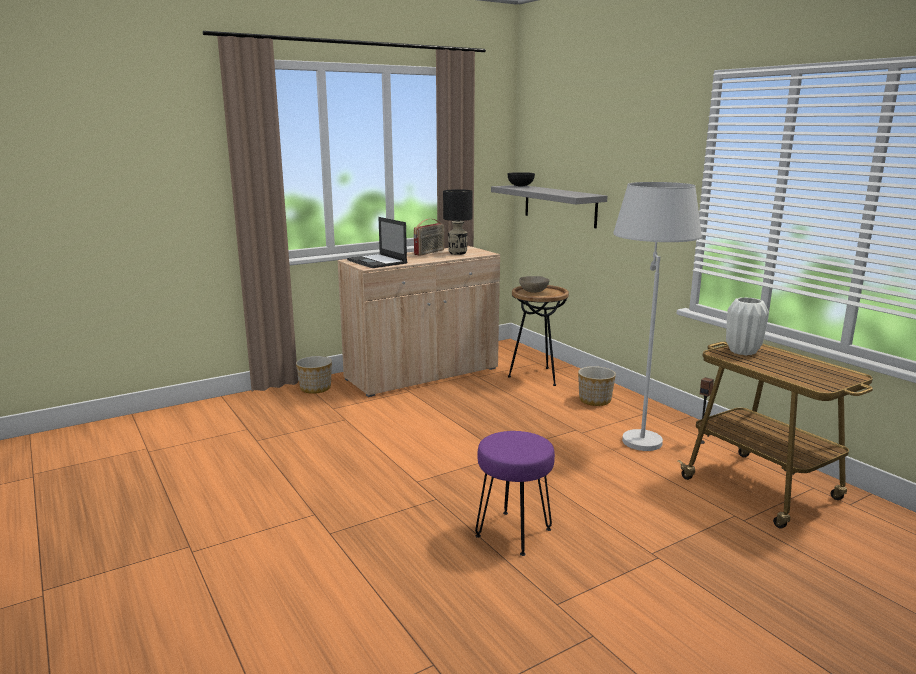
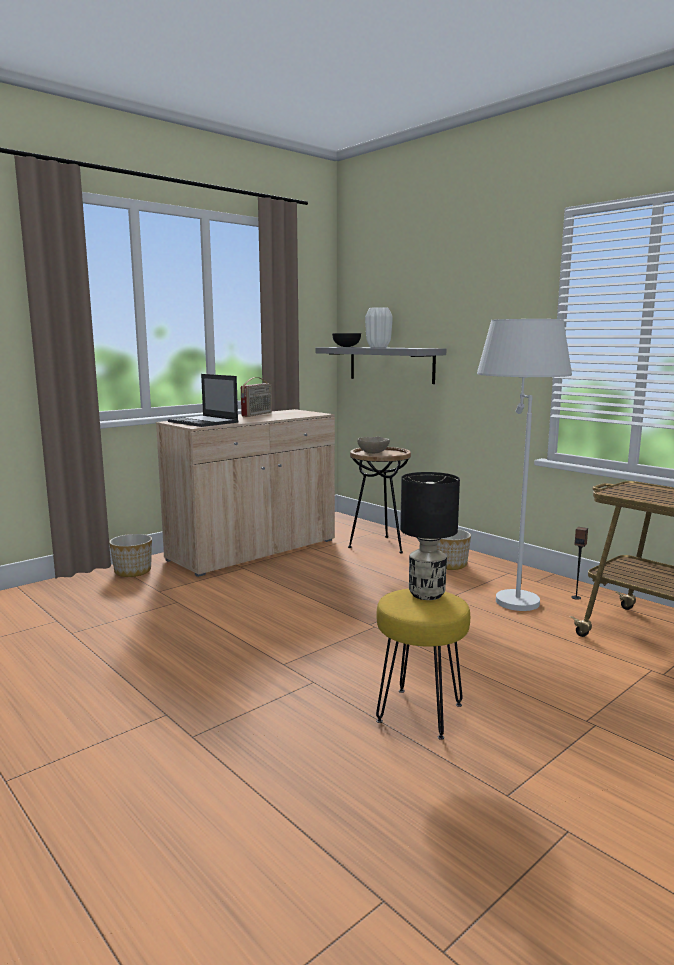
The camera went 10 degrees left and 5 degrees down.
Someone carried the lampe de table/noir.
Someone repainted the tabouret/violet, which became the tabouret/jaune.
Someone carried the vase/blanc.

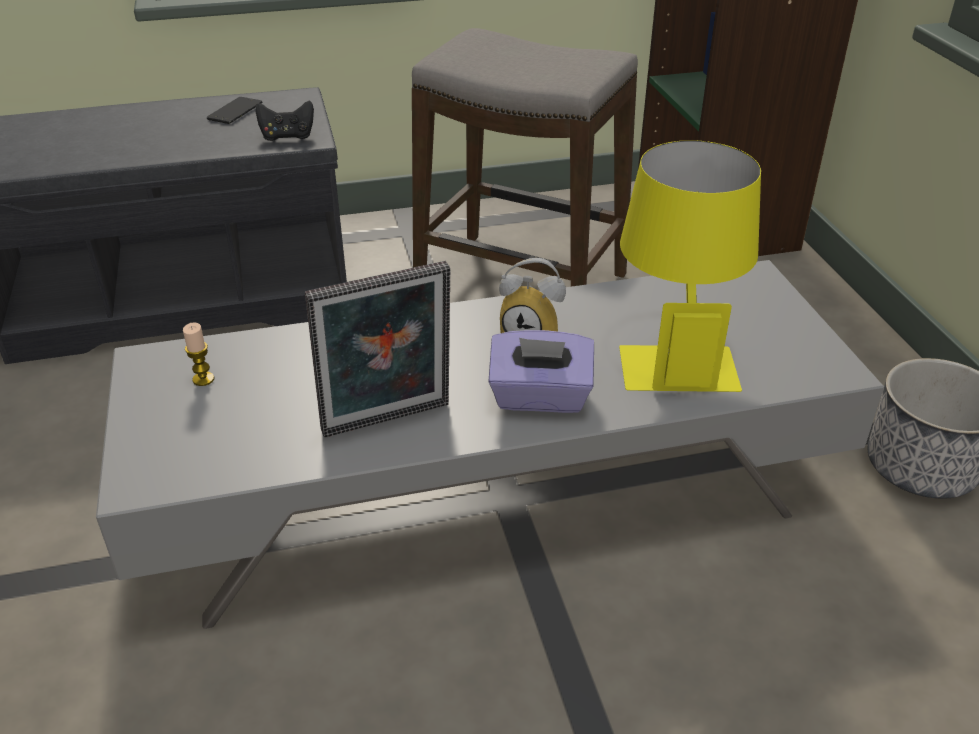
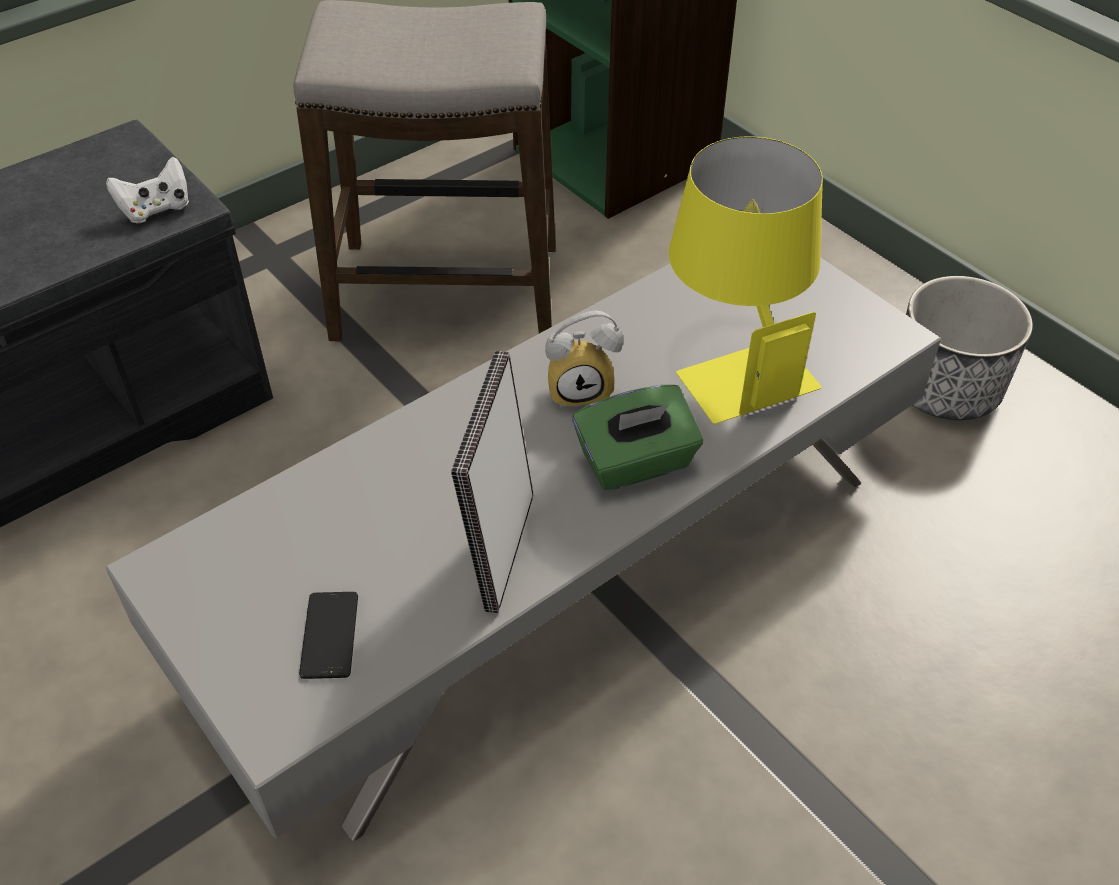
The camera went 25 degrees left and 10 degrees up.
Someone took away the bougie.
Someone carried the téléphone.
Someone repainted the manette/noir, which became the manette/blanc.
Someone rotated the cadre photo by 150 degrees clockwise.
Someone repainted the boîte à mouchoirs/violet, which became the boîte à mouchoirs/vert.

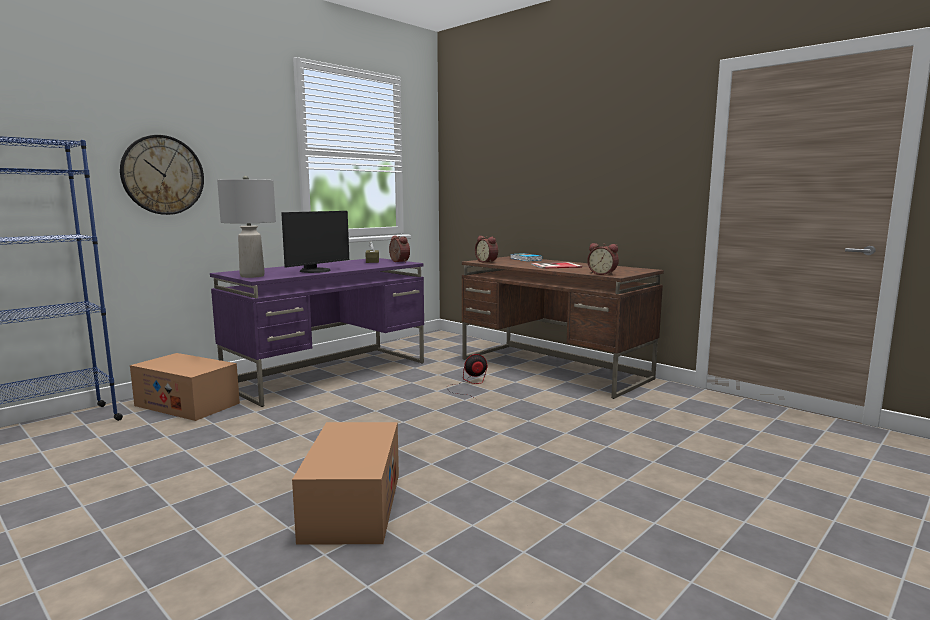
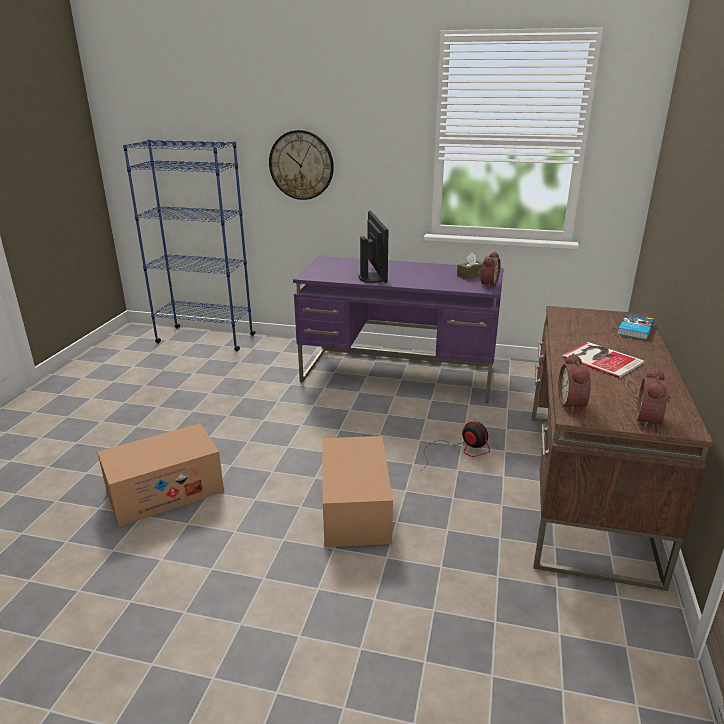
The camera went 60 degrees right and 15 degrees up.
Someone carried the carton (1st from left in the first image).
Someone took away the lampe de table/gris.
Someone rotated the écran d'ordinateur by 105 degrees counterclockwise.
Someone carried the réveil (2nd from left in the first image).

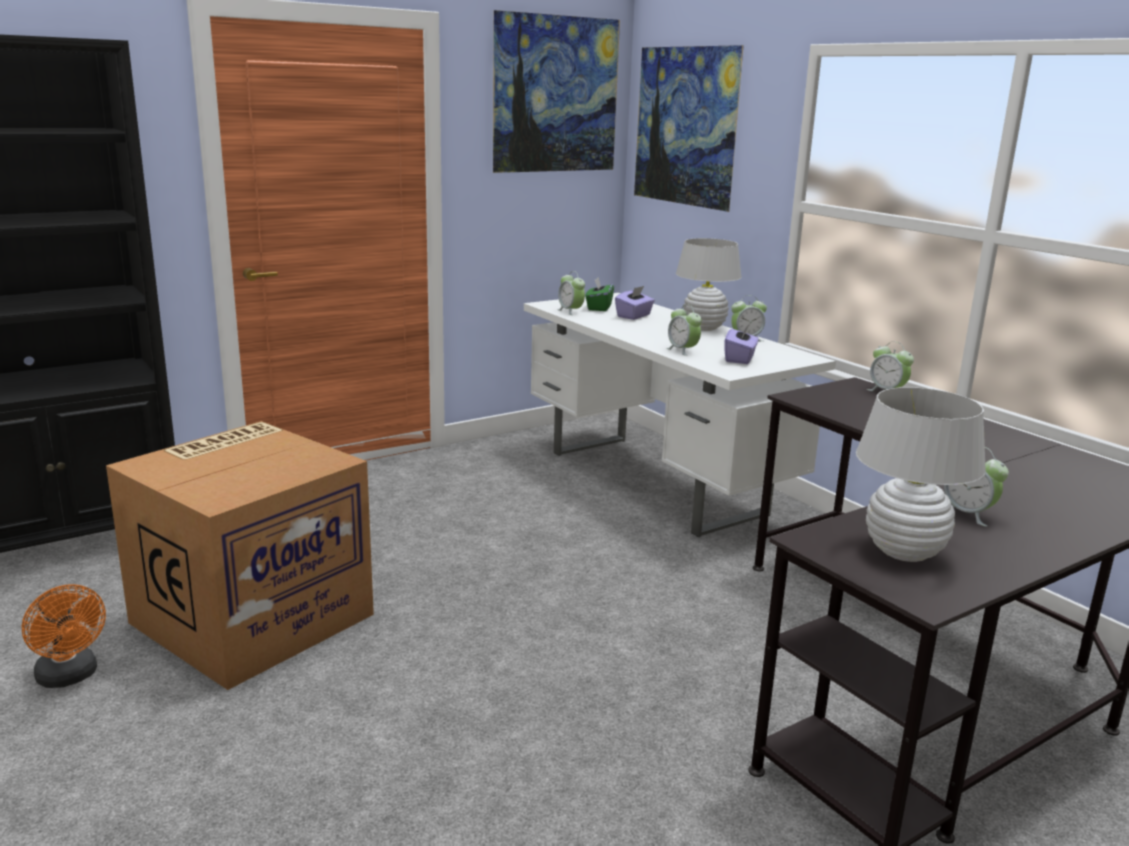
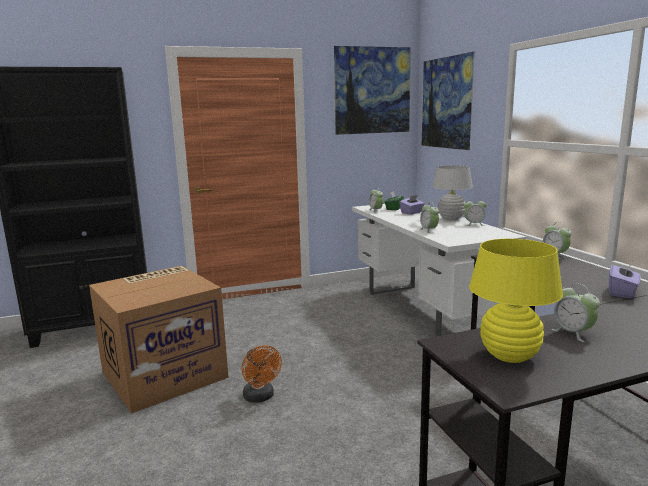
The camera went 15 degrees right and 5 degrees down.
Someone carried the ventilateur/orange.
Someone carried the boîte à mouchoirs/violet (2nd from left).
Someone repainted the lampe de table/blanc (2nd from left), which became the lampe de table/jaune.

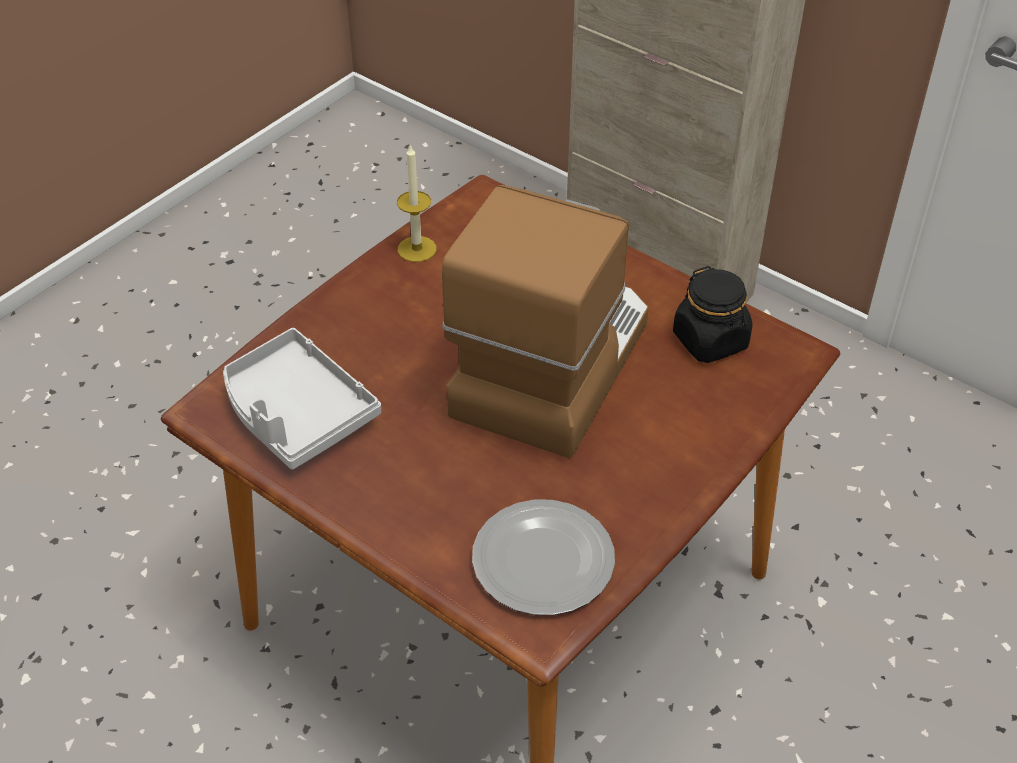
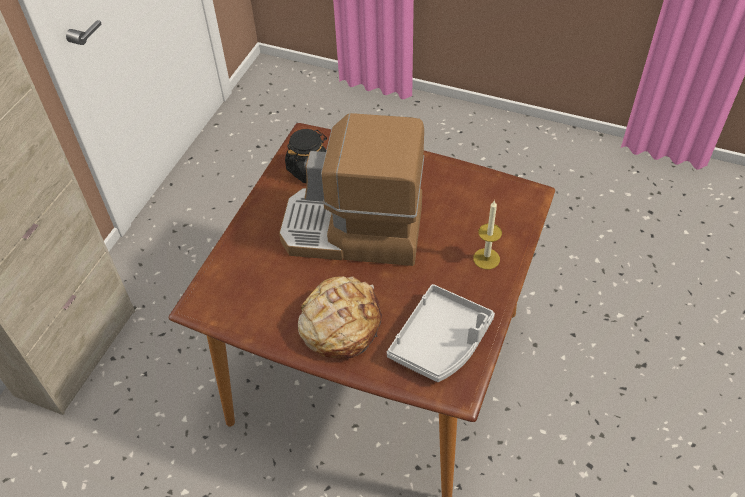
The camera went 105 degrees left and 5 degrees up.
Someone carried the bougie.
Someone took away the assiette.
Someone put down the pain.

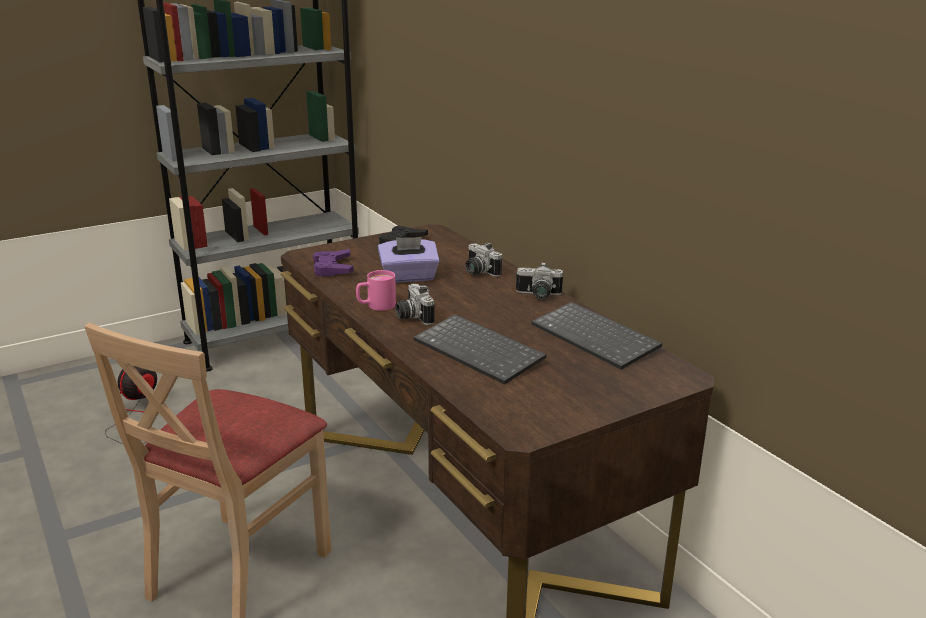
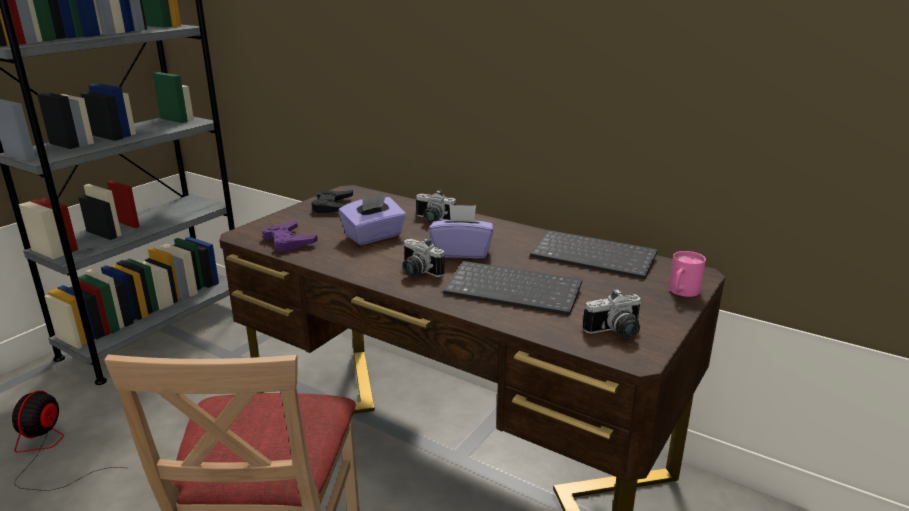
The camera went 25 degrees left and 0 degrees up.
Someone carried the mug/rose.
Someone carried the appareil photo (3rd from left).
Someone put down the boîte à mouchoirs/violet (2nd from left).

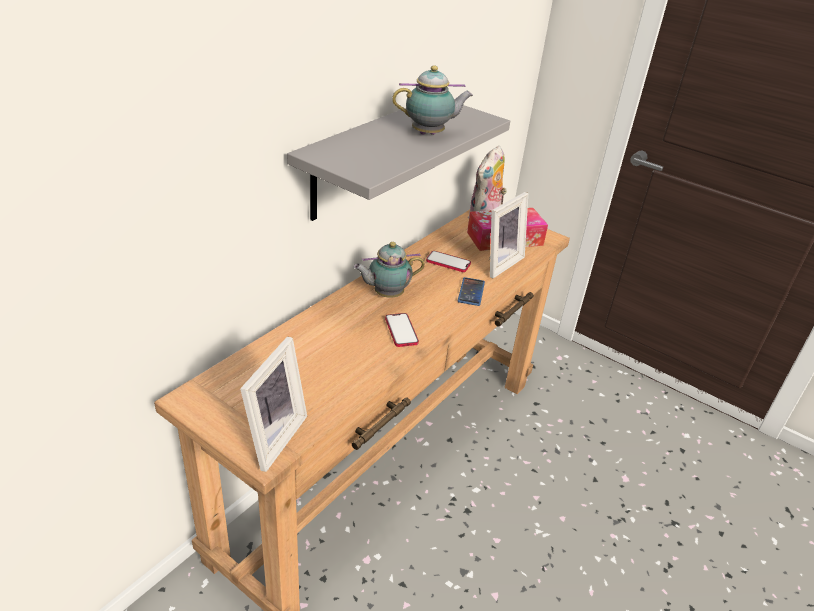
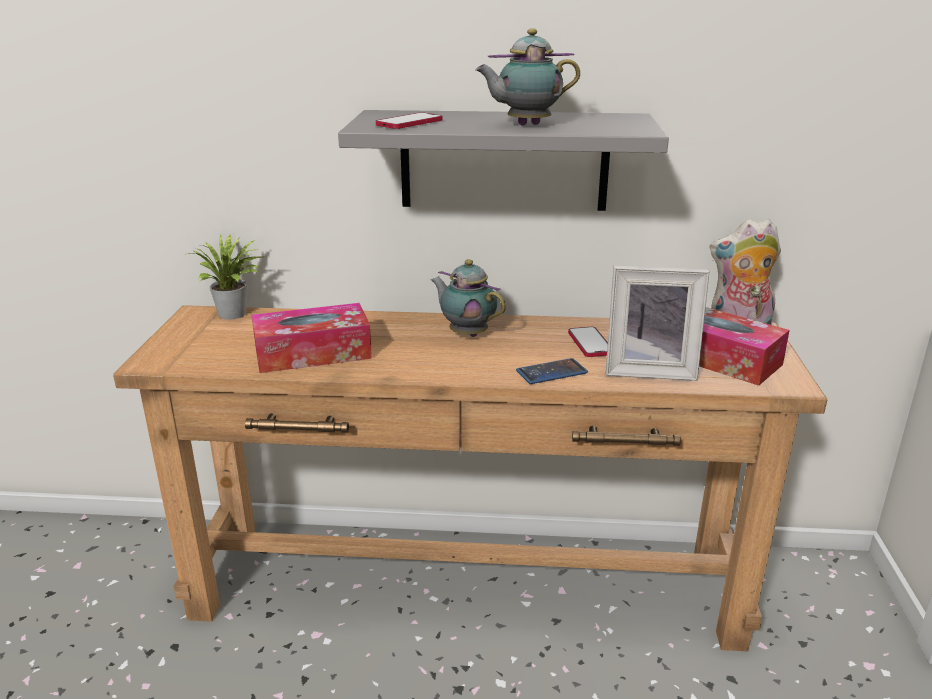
The camera went 60 degrees right and 10 degrees down.
Someone took away the cadre photo (1st from left).
Someone carried the téléphone (1st from left).
Someone rotated the théière (2nd from left) by 120 degrees clockwise.
Someone put down the plante en pot.
Someone put down the boîte à mouchoirs (1st from left).

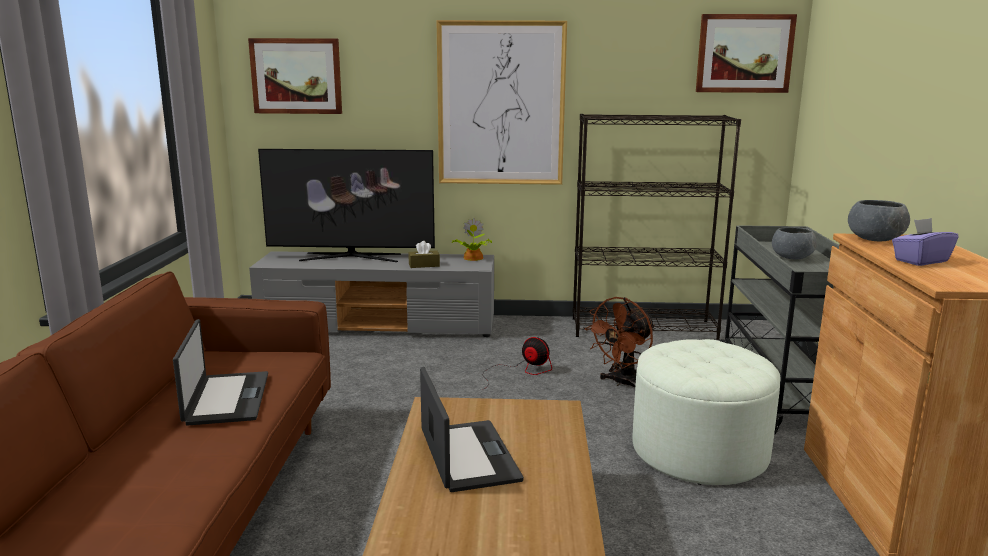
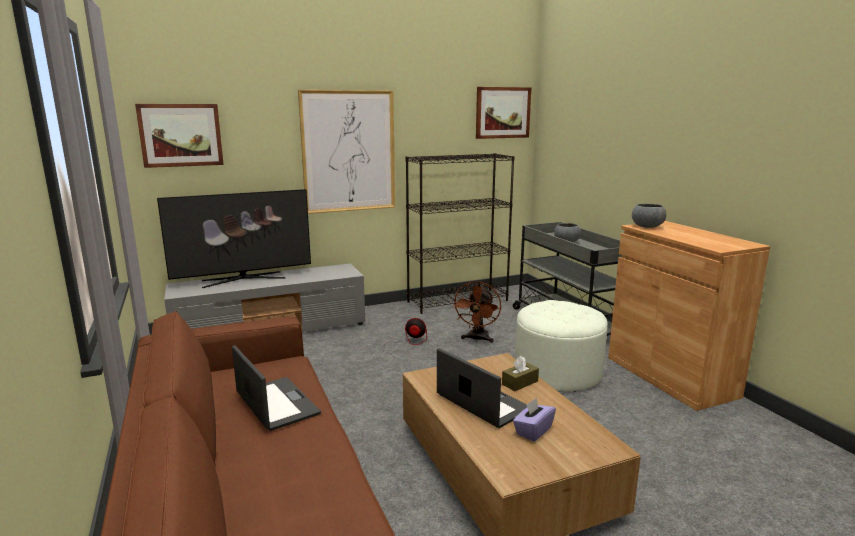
The camera went 25 degrees left and 0 degrees up.
Someone carried the boîte à mouchoirs/marron.
Someone took away the plante en pot.
Someone carried the boîte à mouchoirs/violet.

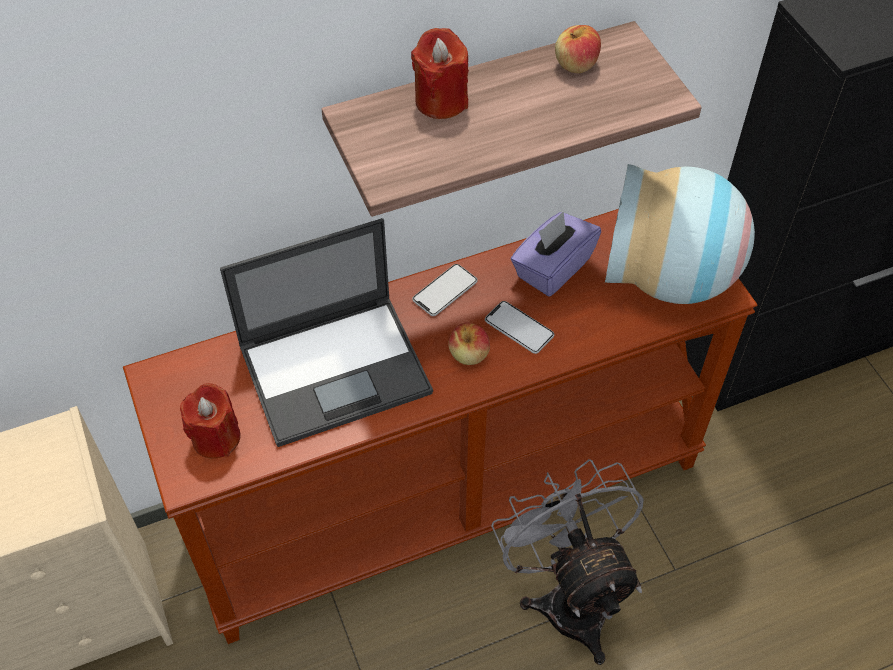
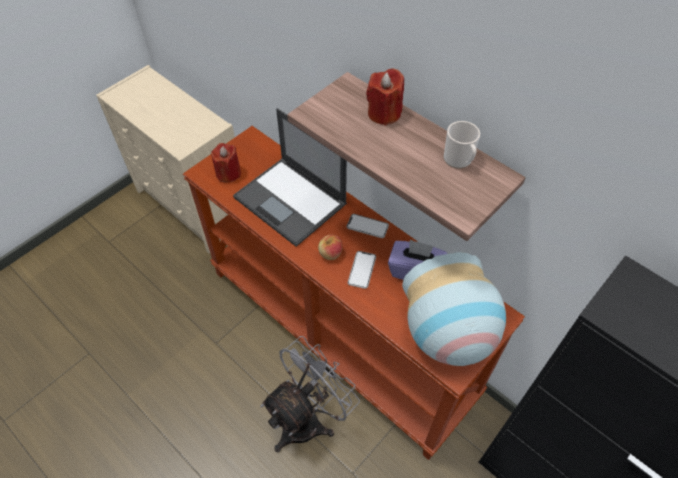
The camera went 65 degrees right and 0 degrees up.
Someone swapped the pomme (2nd from left) for the mug.

